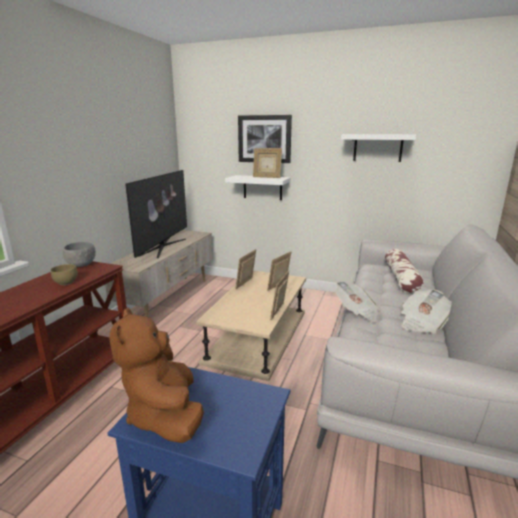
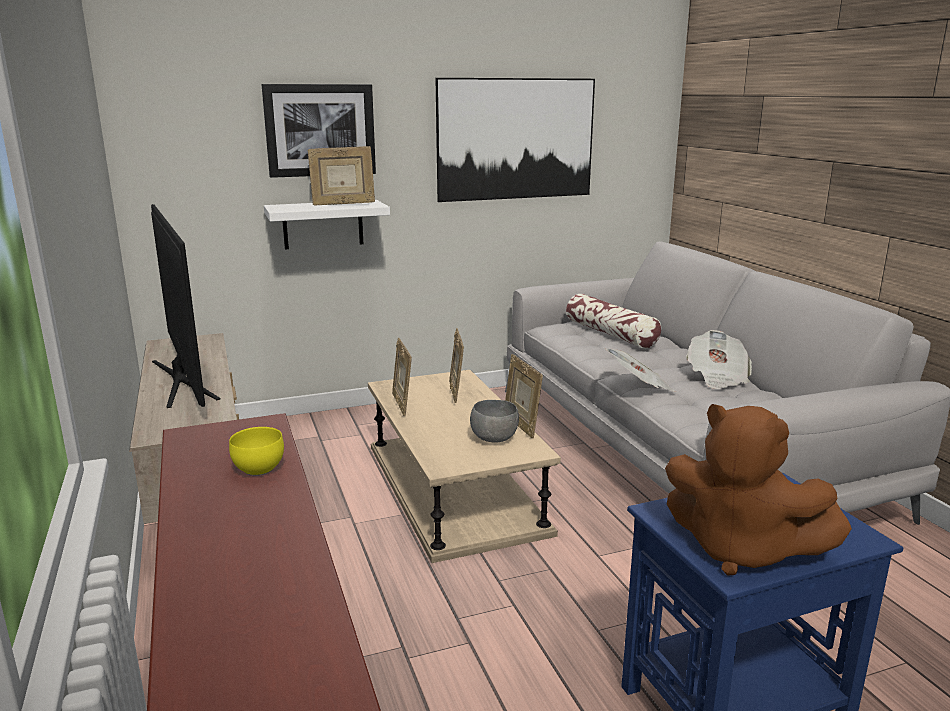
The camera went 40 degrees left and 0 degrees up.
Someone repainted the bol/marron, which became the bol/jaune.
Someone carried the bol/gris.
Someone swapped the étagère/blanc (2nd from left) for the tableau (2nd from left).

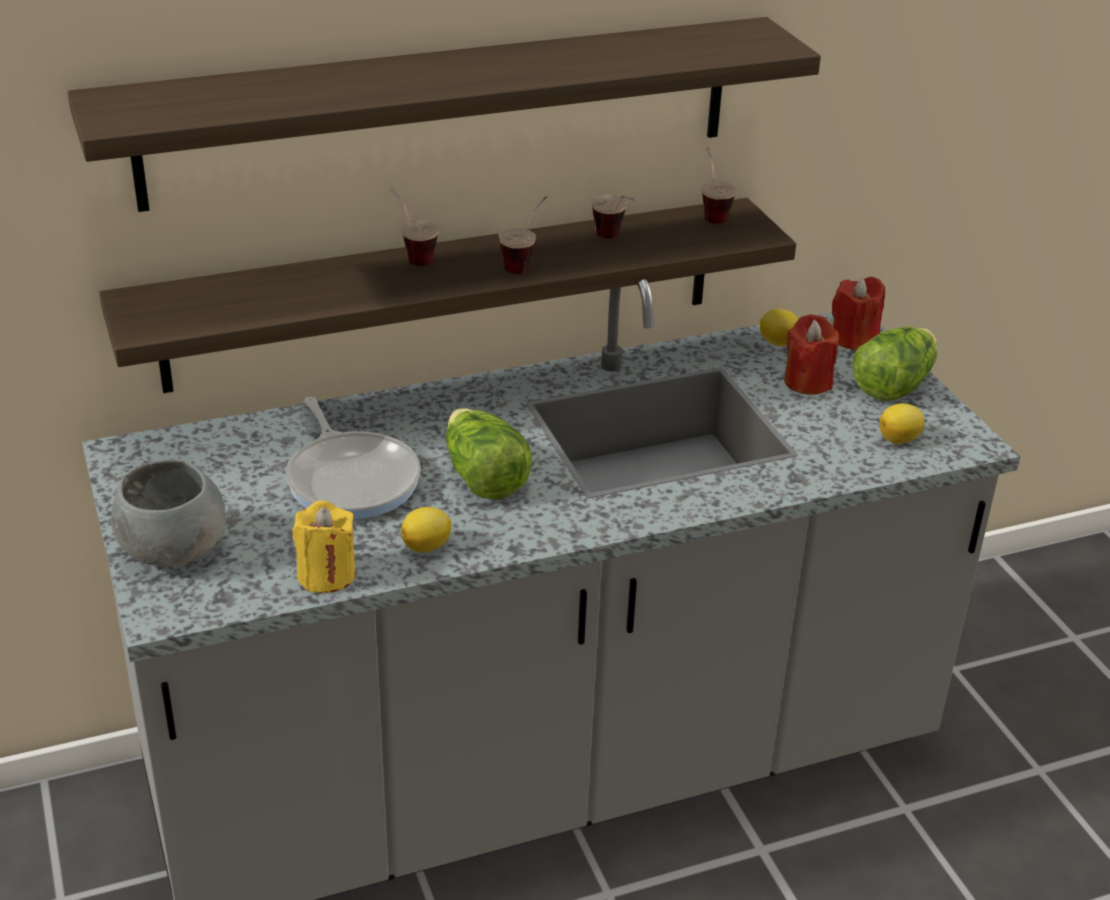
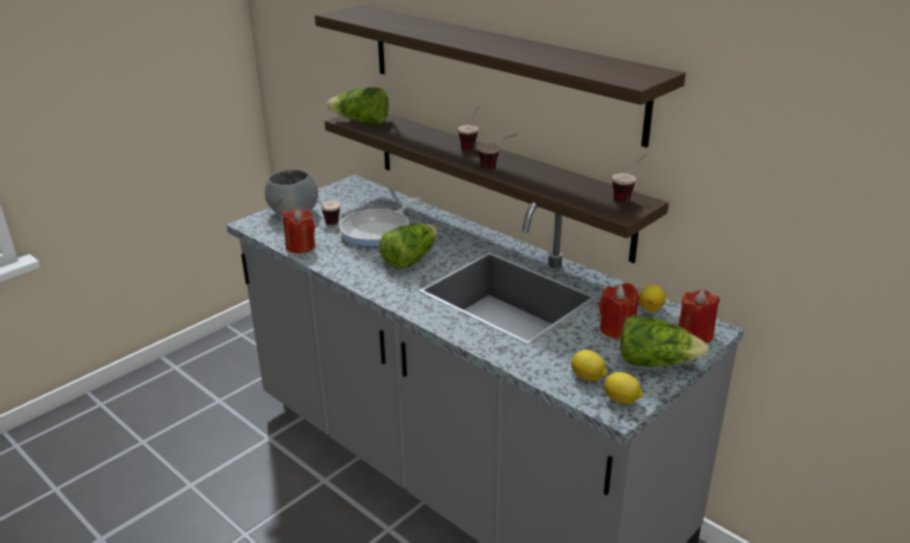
The camera went 65 degrees right and 5 degrees down.
Someone repainted the bougie/jaune, which became the bougie/rouge (1st from left).
Someone carried the citron (1st from left in the first image).
Someone carried the tasse (3rd from left in the first image).
Someone put down the laitue (1st from left).

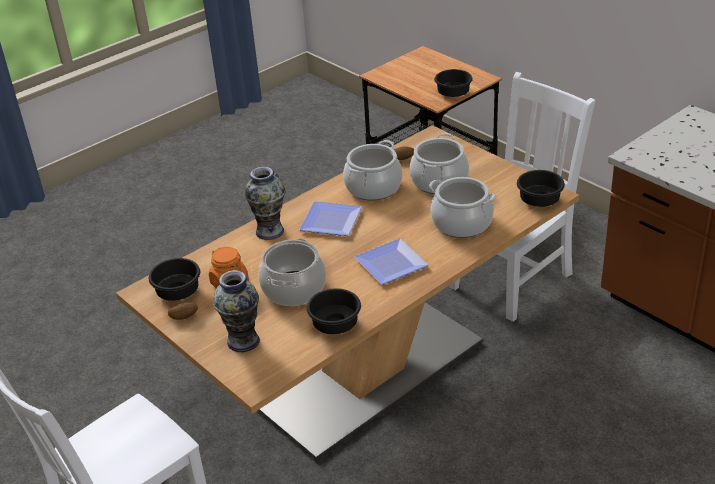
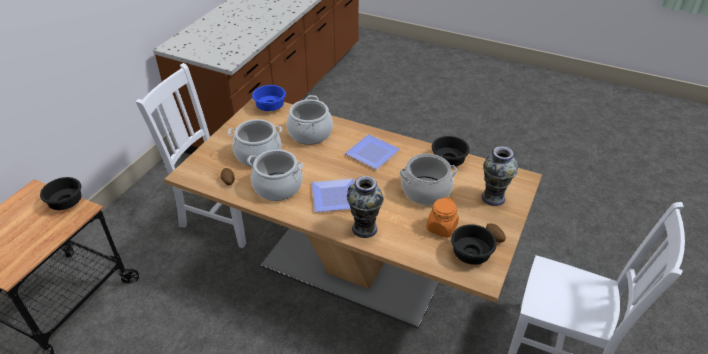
The camera went 115 degrees left and 5 degrees up.
Someone repainted the bol/noir (4th from left), which became the bol/bleu.

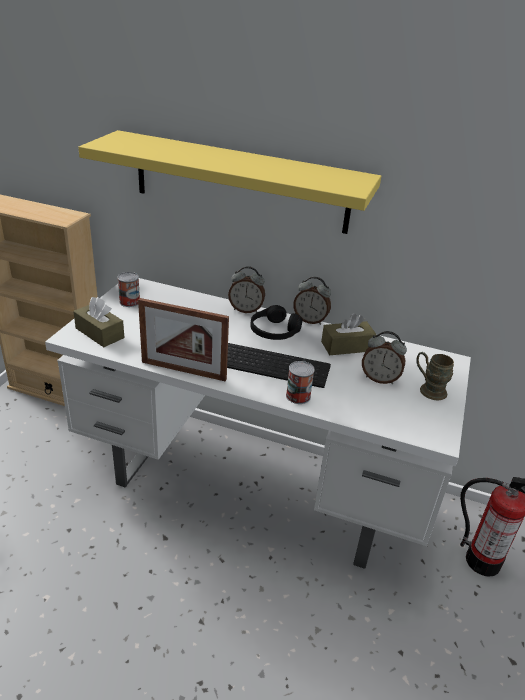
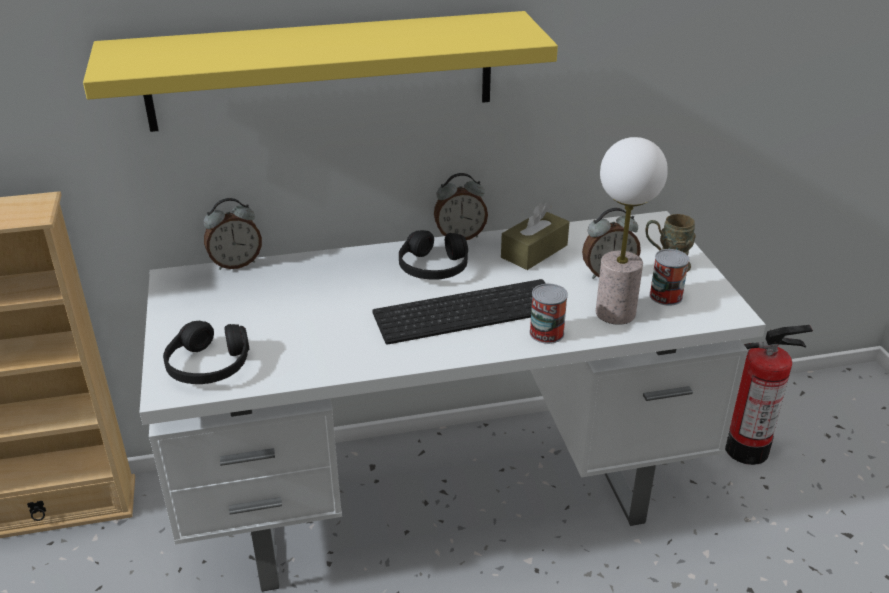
The camera went 30 degrees left and 0 degrees up.
Someone swapped the boîte à mouchoirs/marron (1st from left) for the casque audio/noir (1st from left).
Someone carried the boîte métallique (1st from left in the first image).
Someone took away the cadre photo.
Someone carried the réveil (1st from left).
Someone put down the lampe de table.

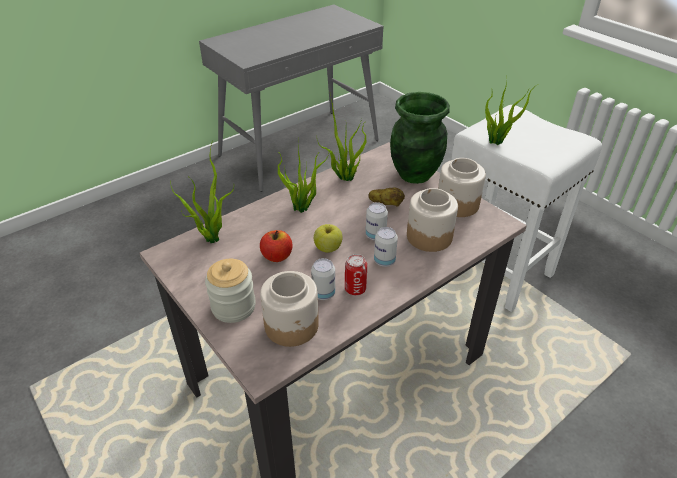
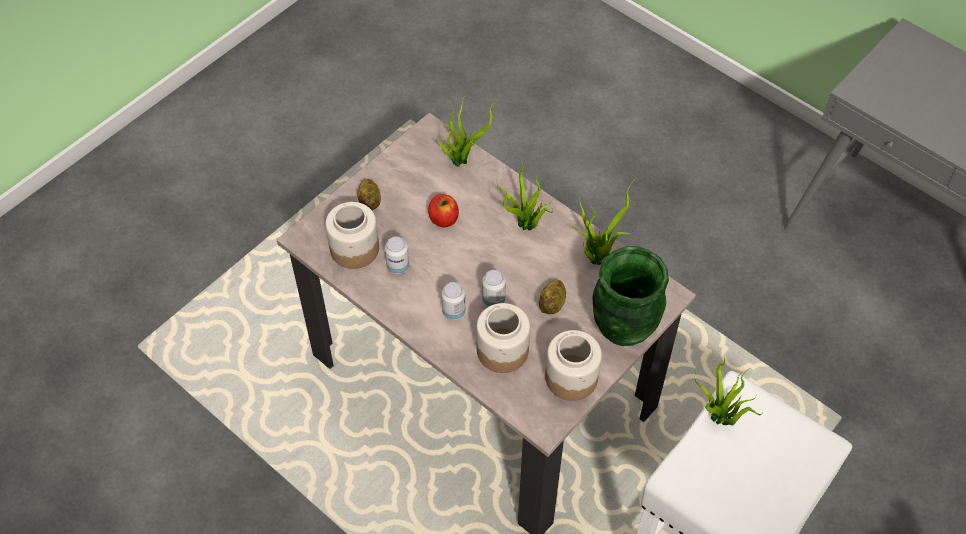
The camera went 80 degrees right and 15 degrees up.
Someone swapped the bocal (1st from left) for the pomme de terre (1st from left).
Someone took away the pomme (2nd from left).
Someone took away the boîte métallique (2nd from left).

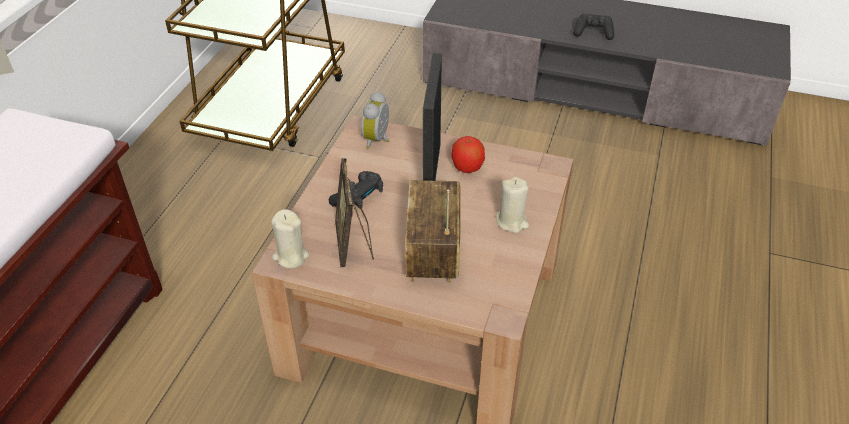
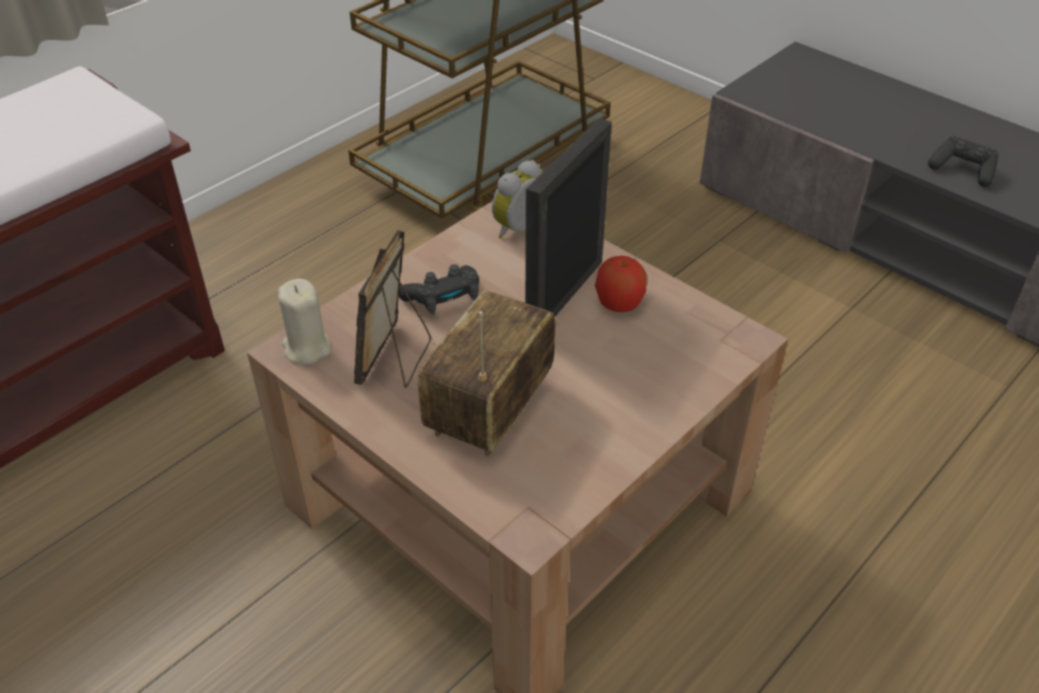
The camera went 25 degrees right and 0 degrees up.
Someone took away the bougie/beige (2nd from left).

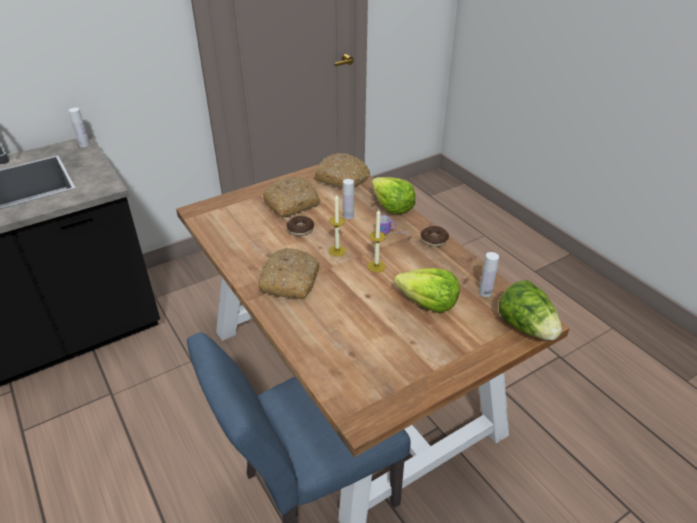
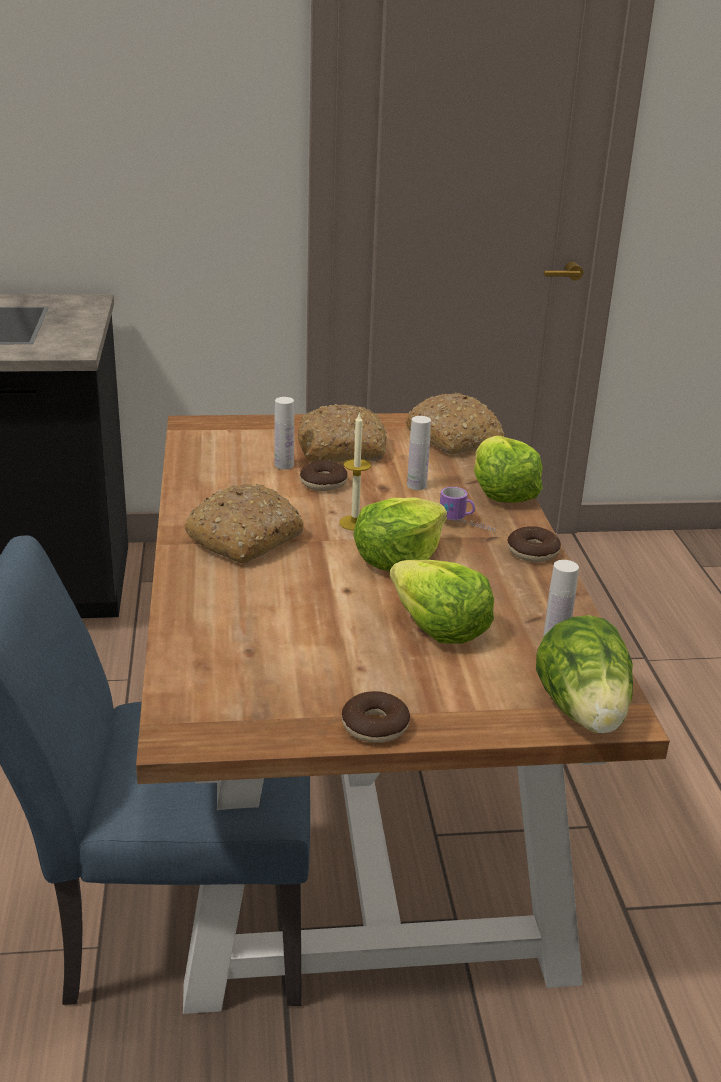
The camera went 25 degrees right and 10 degrees down.
Someone carried the bouteille/blanc (1st from left).
Someone swapped the bougie (2nd from left) for the laitue (1st from left).
Someone put down the beignet (2nd from left).

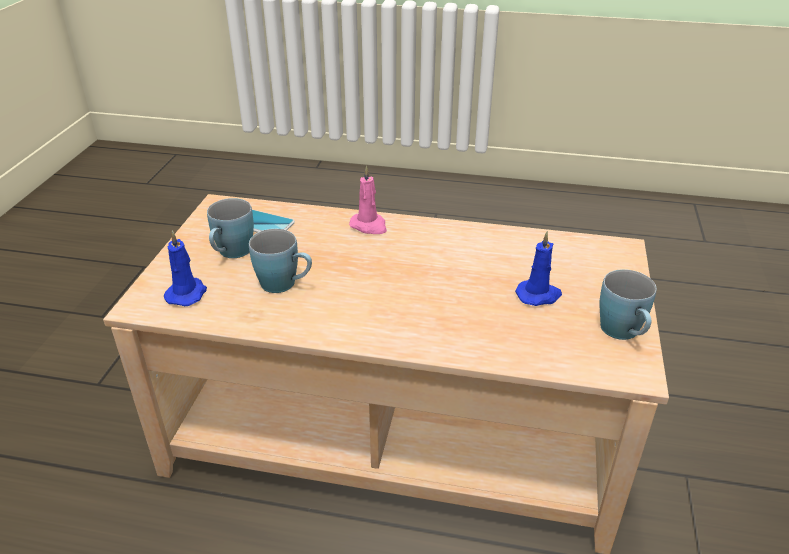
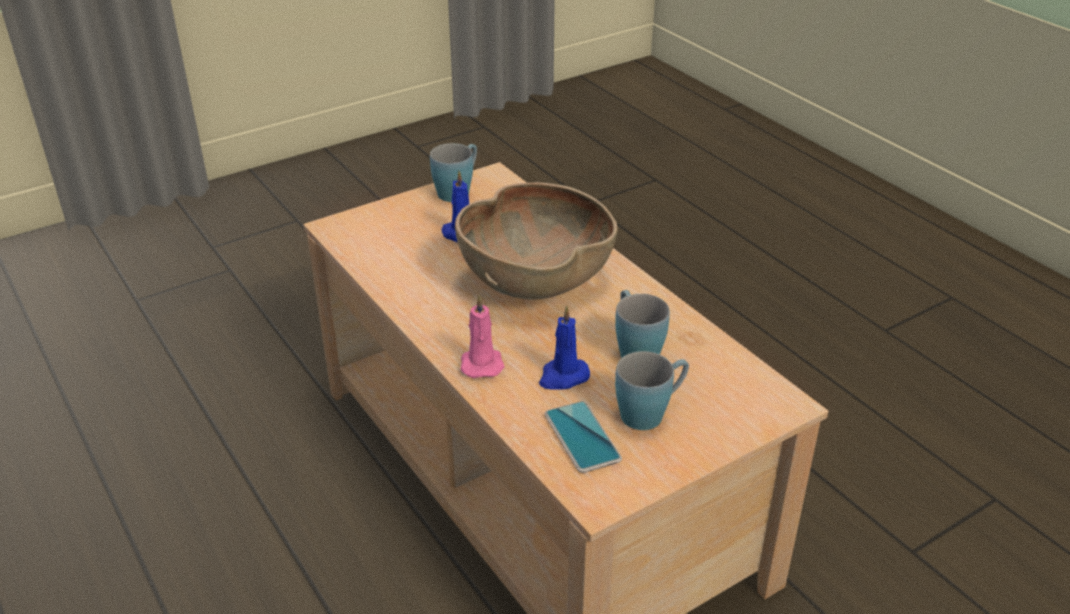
The camera went 135 degrees left and 0 degrees up.
Someone carried the bougie/bleu (1st from left in the first image).
Someone put down the bol/marron.

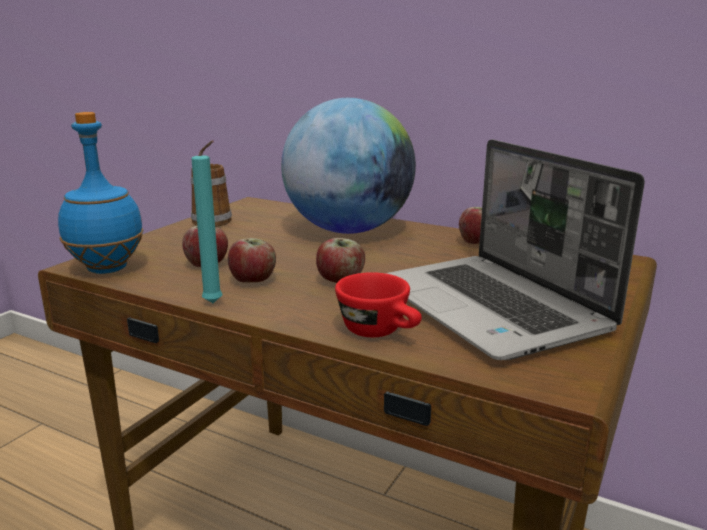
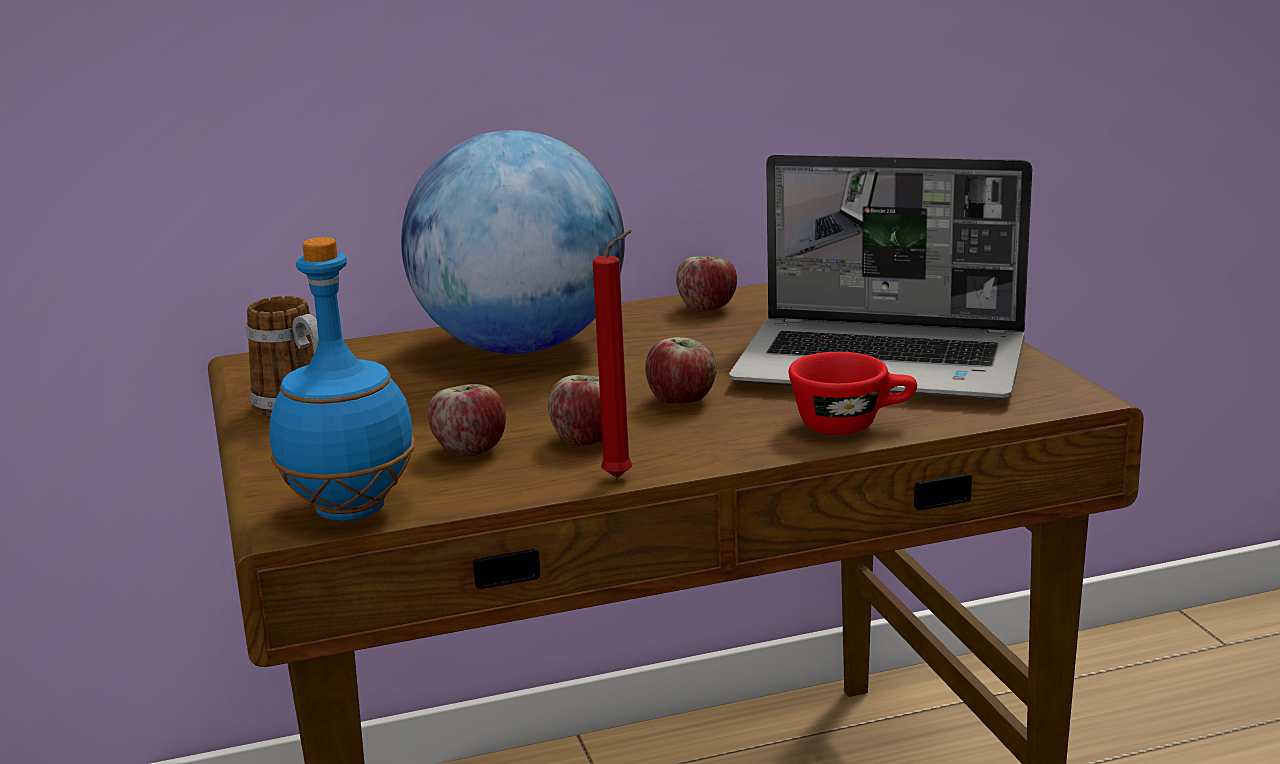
The camera went 45 degrees left and 0 degrees up.
Someone repainted the bougie/turquoise, which became the bougie/rouge.

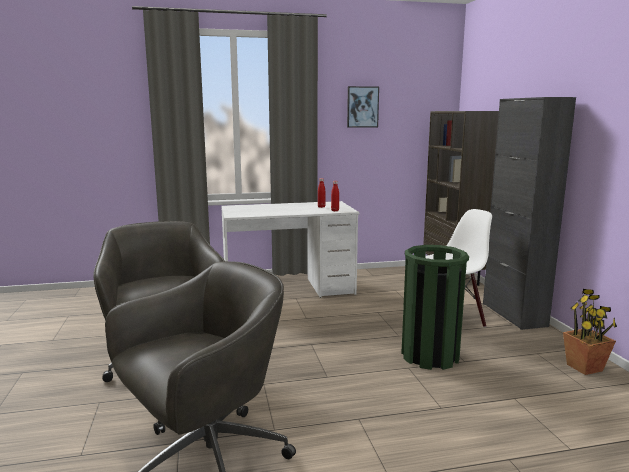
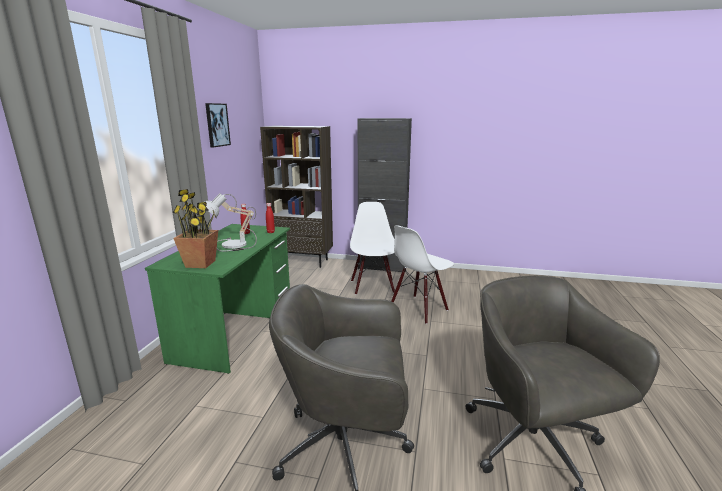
The camera went 65 degrees left and 5 degrees up.
Someone repainted the bureau/blanc, which became the bureau/vert.
Someone swapped the poubelle/vert for the chaise/blanc (2nd from left).
Someone carried the plante en pot.
Someone put down the lampe de table.

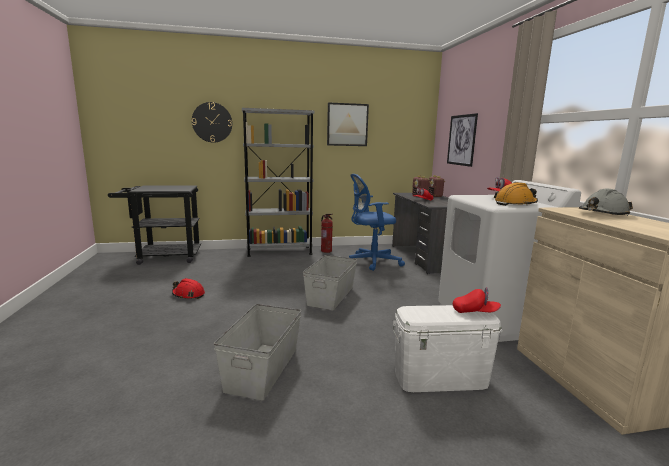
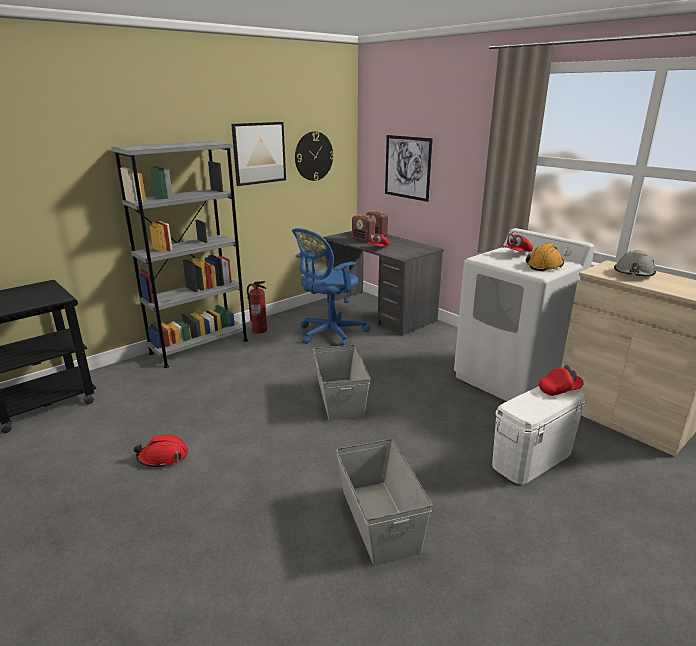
The camera went 30 degrees left and 10 degrees up.
Someone carried the horloge murale.

